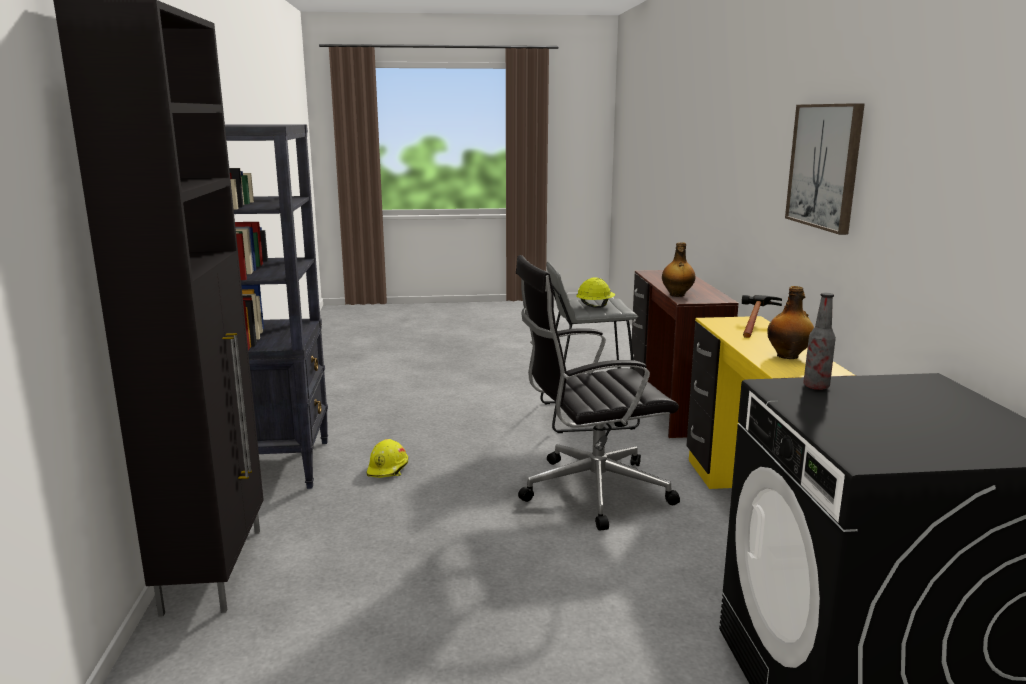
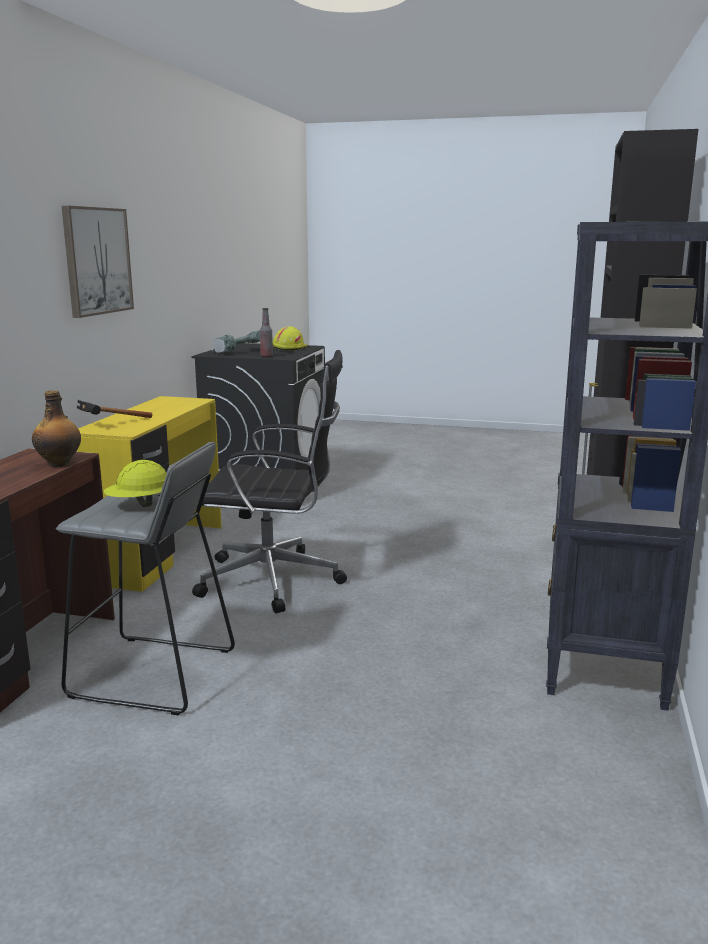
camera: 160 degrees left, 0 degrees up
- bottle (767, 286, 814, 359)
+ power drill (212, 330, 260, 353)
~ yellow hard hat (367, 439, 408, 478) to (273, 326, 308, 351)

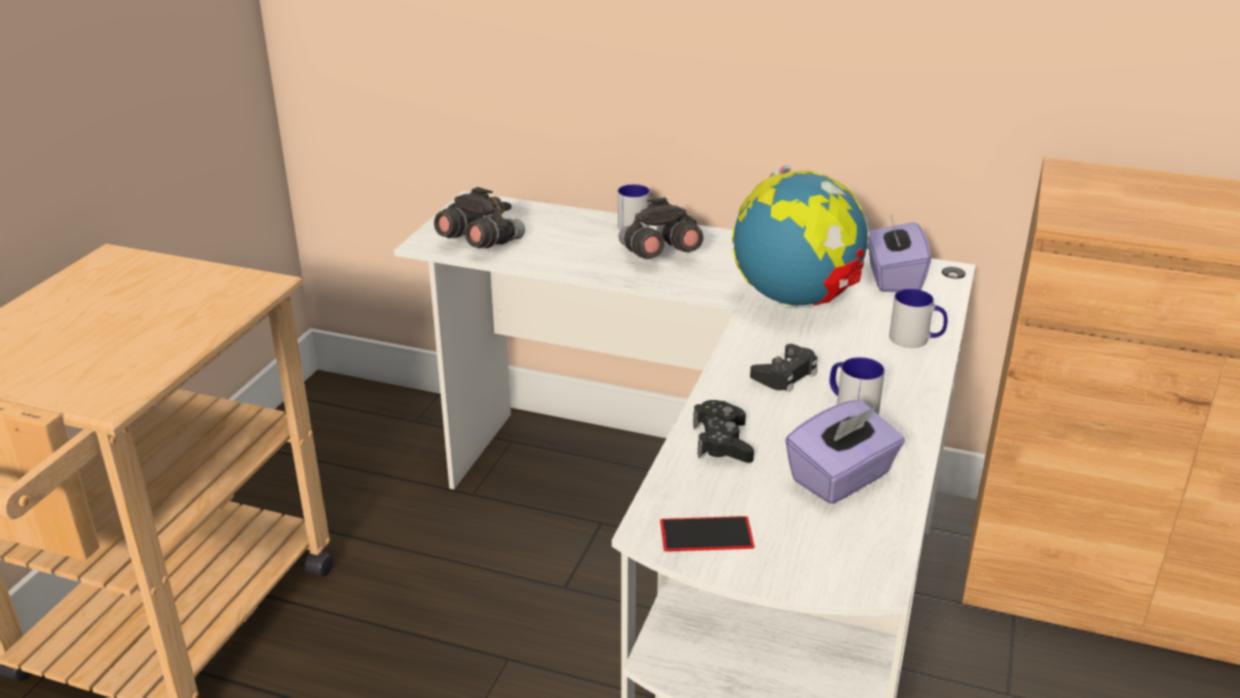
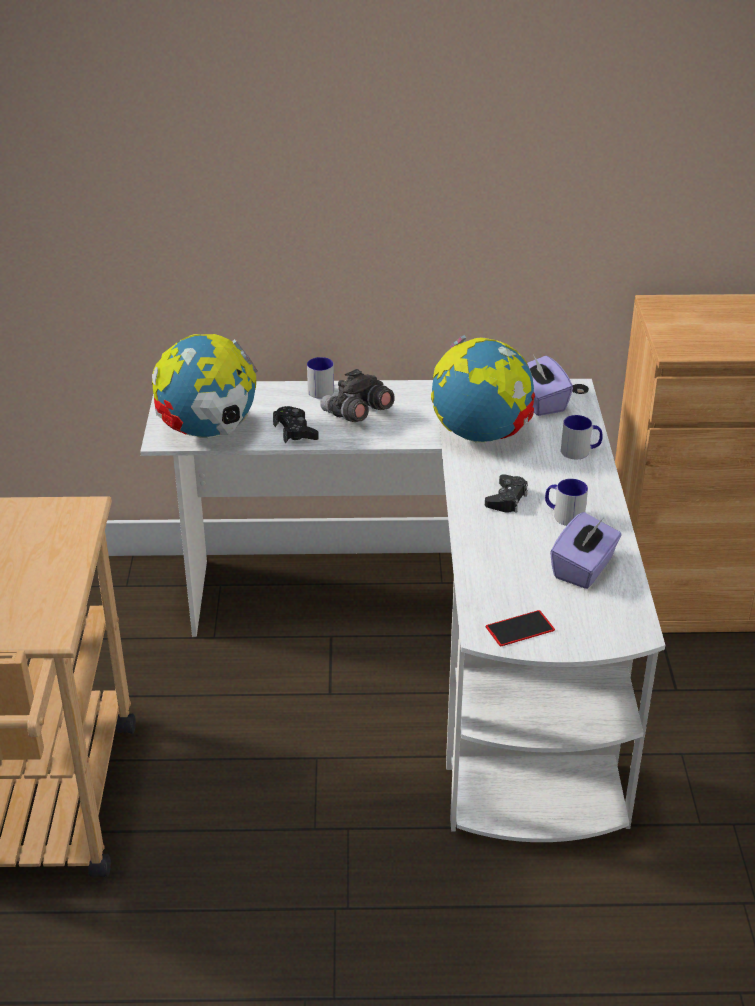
camera: 20 degrees left, 5 degrees up
~ black game controller (693, 400, 754, 463) to (273, 406, 319, 444)
~ grey binoculars (434, 187, 525, 248) to globe (152, 334, 258, 438)

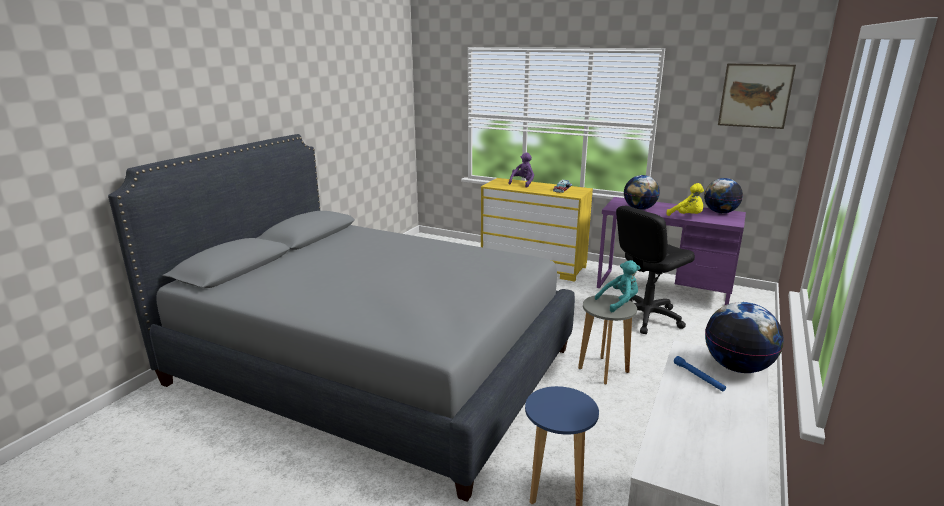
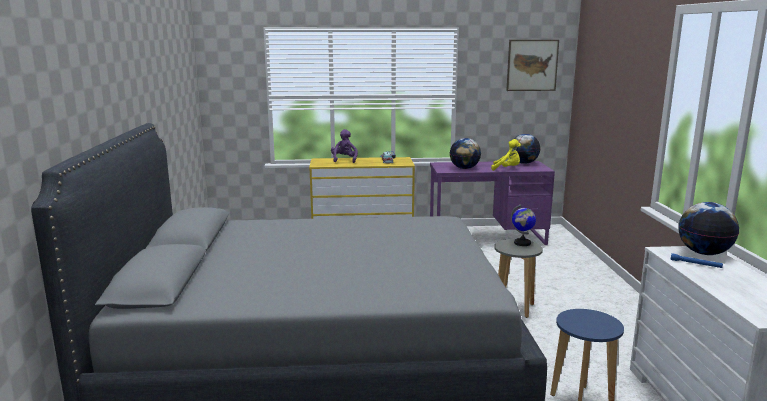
camera: 30 degrees left, 5 degrees down
- black office chair (616, 206, 695, 334)
~ turquoise plush toy (595, 260, 640, 312) to globe (511, 204, 536, 246)

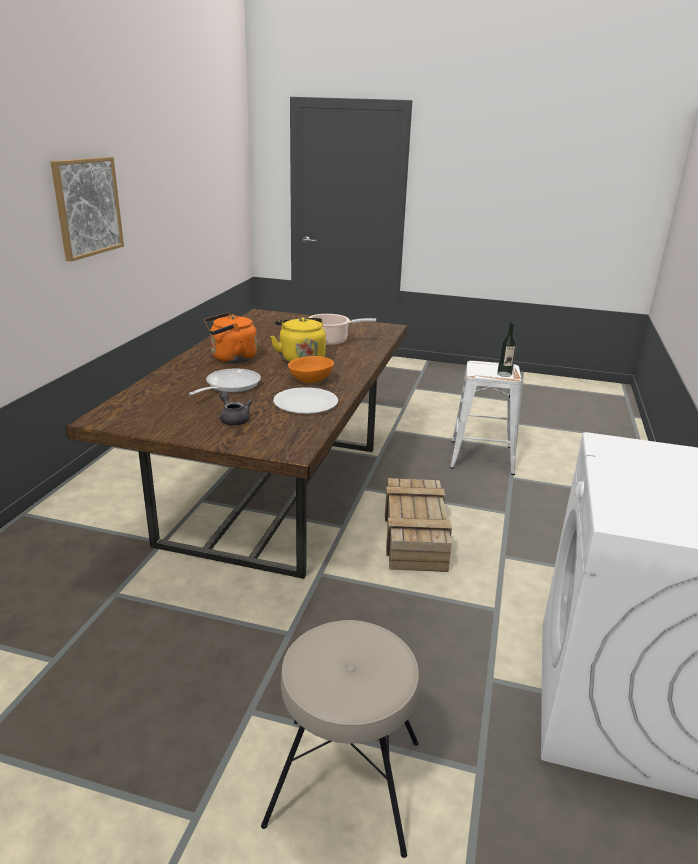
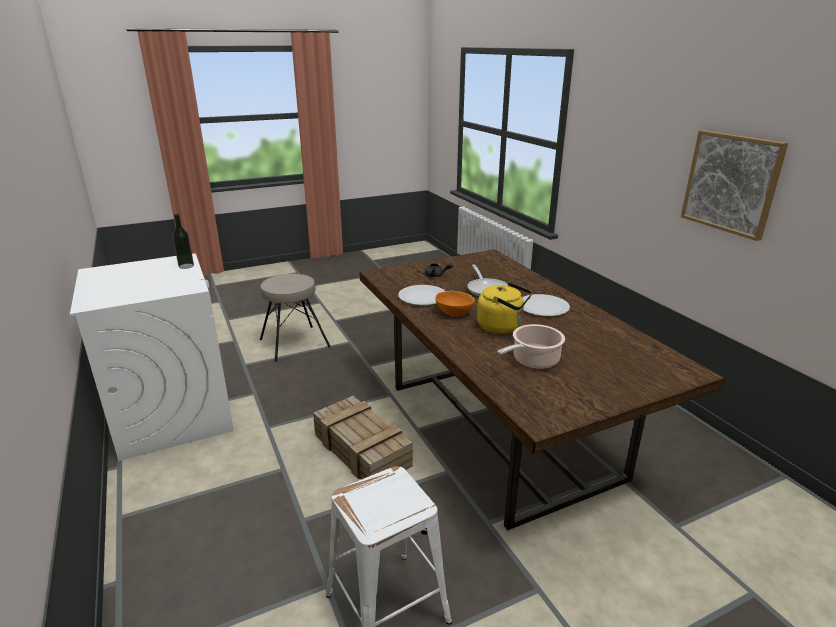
camera: 140 degrees right, 0 degrees up
~ bottle (497, 322, 516, 377) to (173, 214, 194, 269)
~ orange kettle (204, 312, 257, 363) to white plate (522, 294, 570, 316)

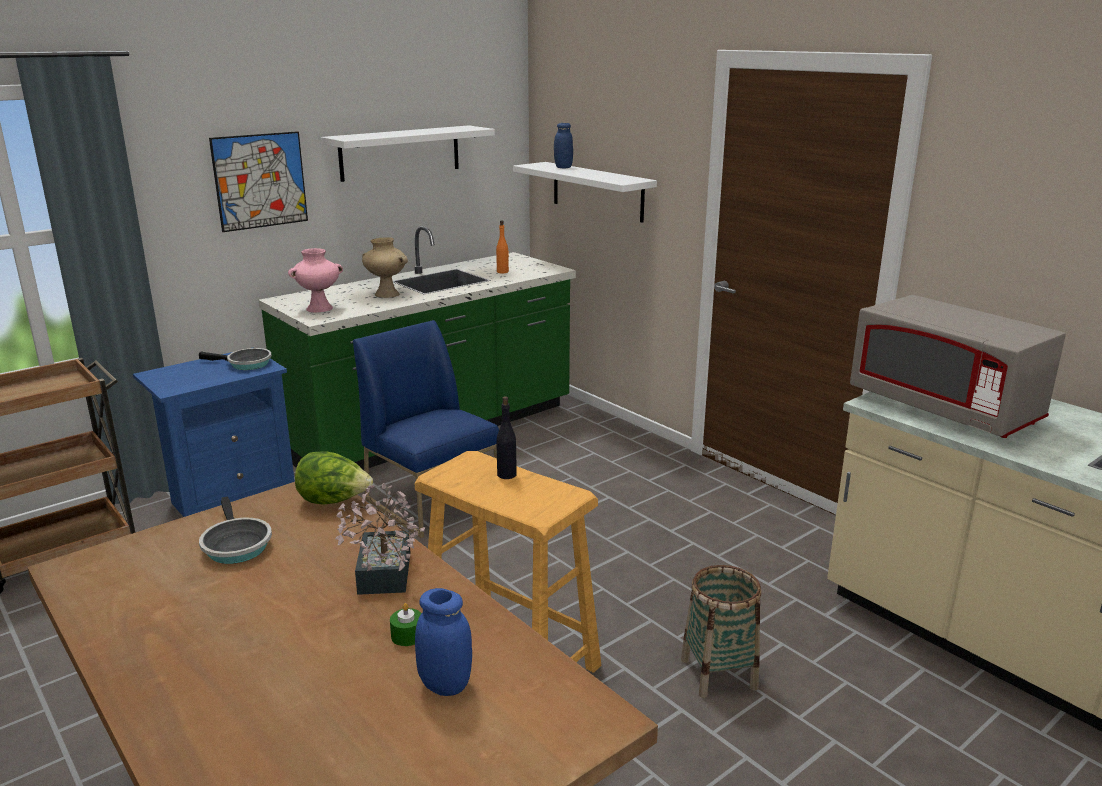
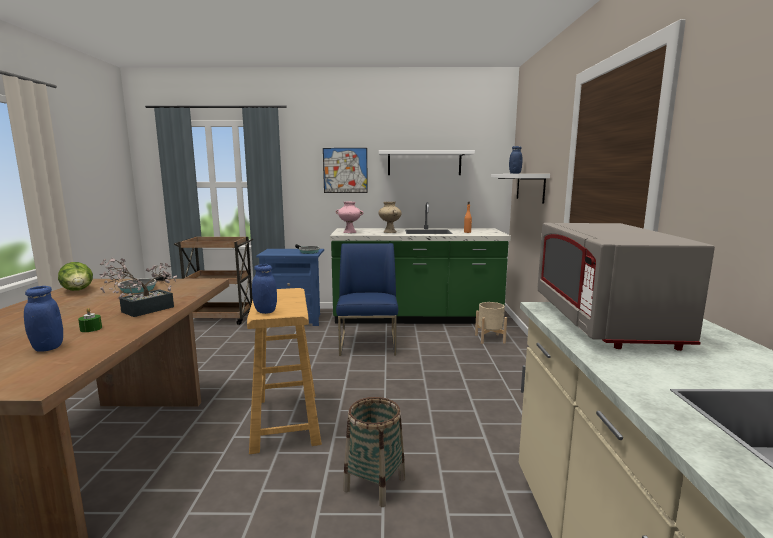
camera: 40 degrees right, 10 degrees down
- black bottle (496, 396, 517, 479)
+ blue jar (252, 264, 277, 314)
+ beige planter (475, 302, 507, 344)
~ lettuce (295, 451, 373, 505) to (58, 262, 93, 291)

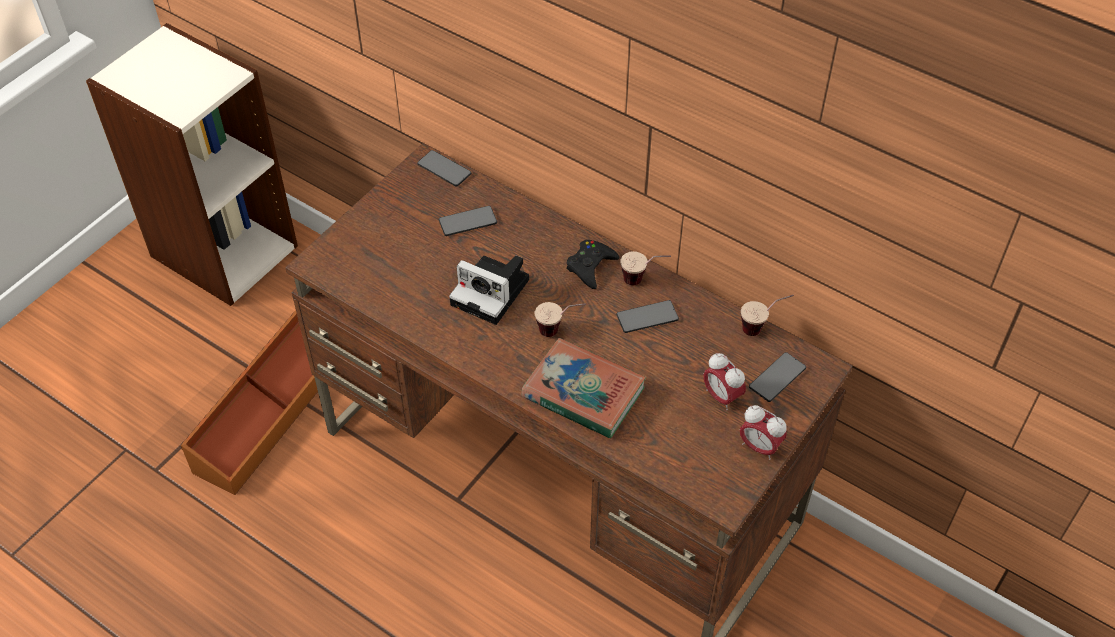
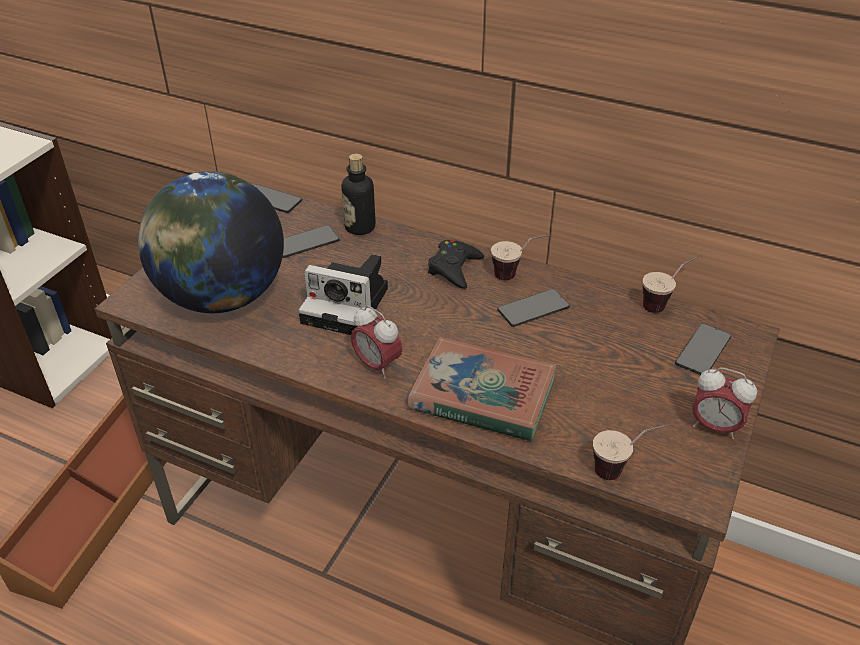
camera: 10 degrees left, 10 degrees down
+ globe (138, 171, 284, 313)
+ bottle (341, 153, 375, 235)
~ cup (535, 302, 586, 337) to (593, 424, 671, 480)
~ alarm clock (703, 353, 746, 410) to (351, 305, 402, 378)

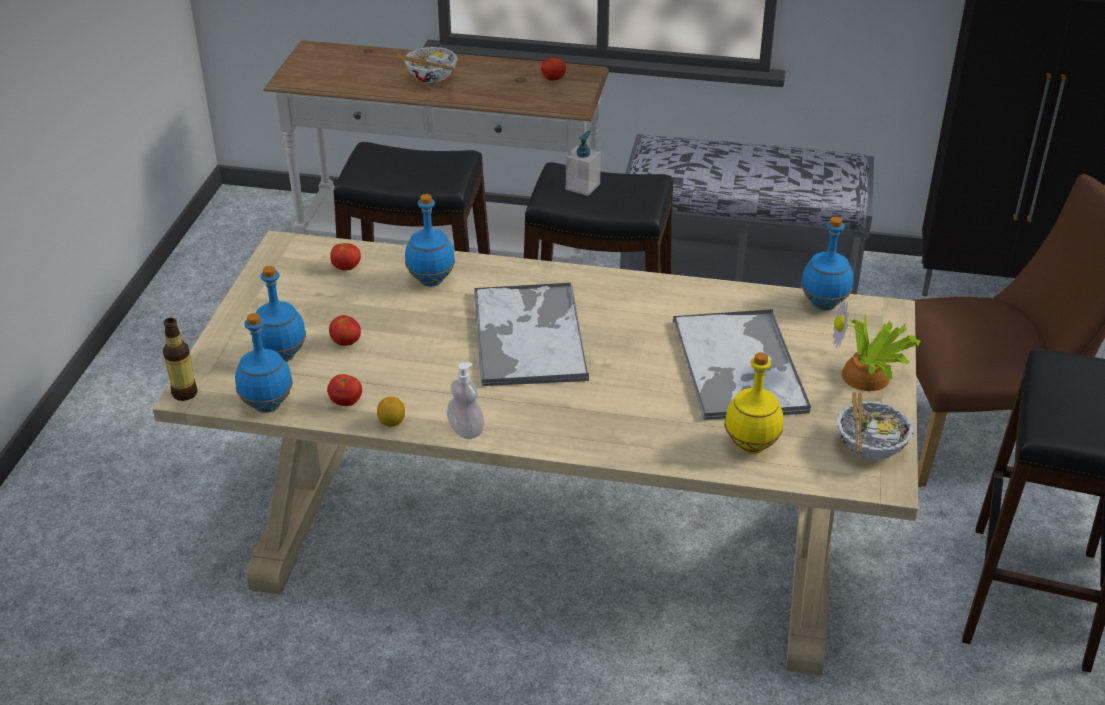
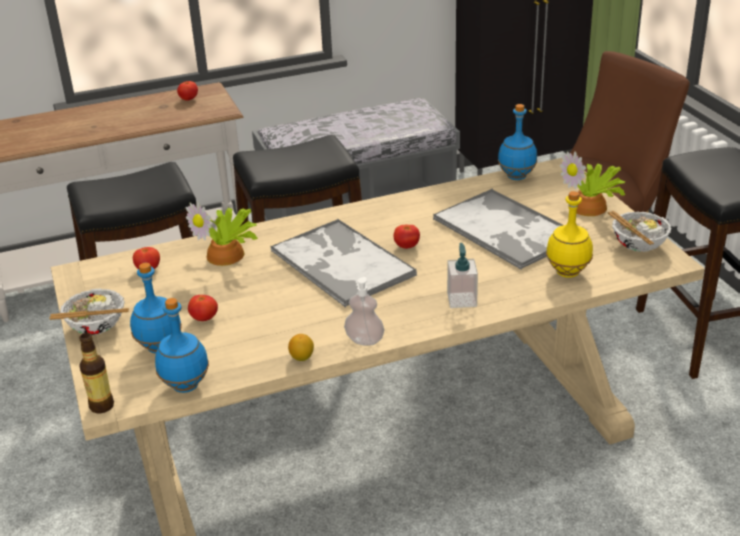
camera: 30 degrees left, 5 degrees down
~ tomato (327, 374, 362, 406) to (394, 225, 420, 249)
~ bowl (394, 47, 458, 83) to (49, 288, 129, 335)
~ soap dispenser (566, 131, 601, 196) to (447, 243, 478, 308)
~ blue bottle (405, 194, 455, 287) to potted plant (186, 201, 258, 266)

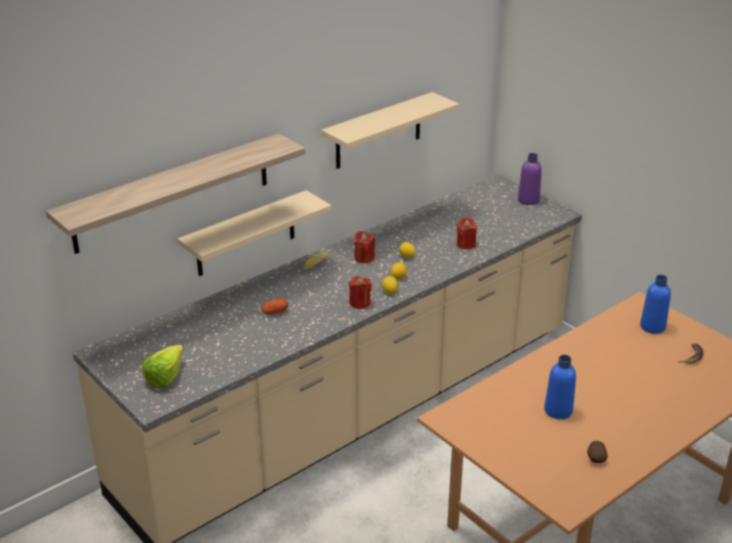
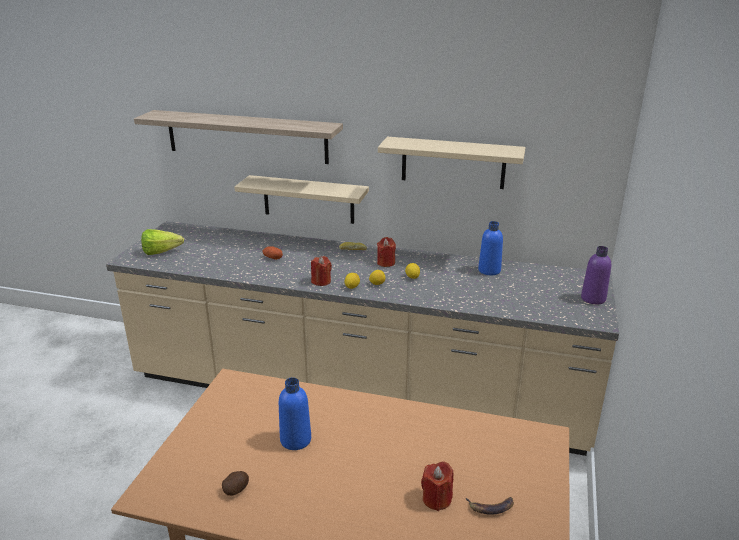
camera: 55 degrees right, 5 degrees down
~ red candle (457, 217, 477, 250) to (421, 462, 453, 511)
~ blue bottle (640, 275, 671, 334) to (478, 221, 503, 275)

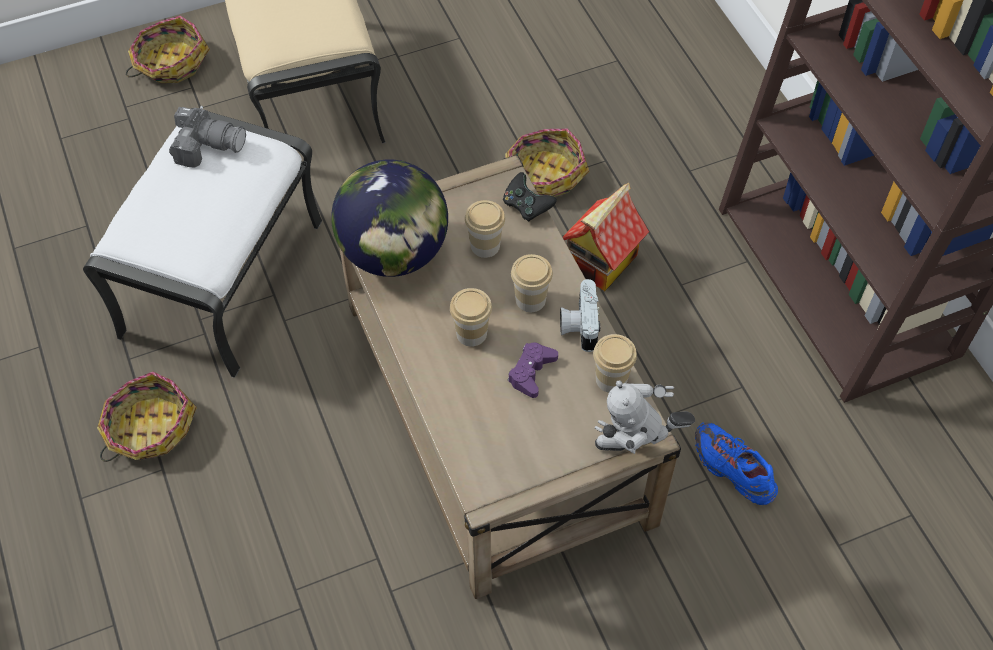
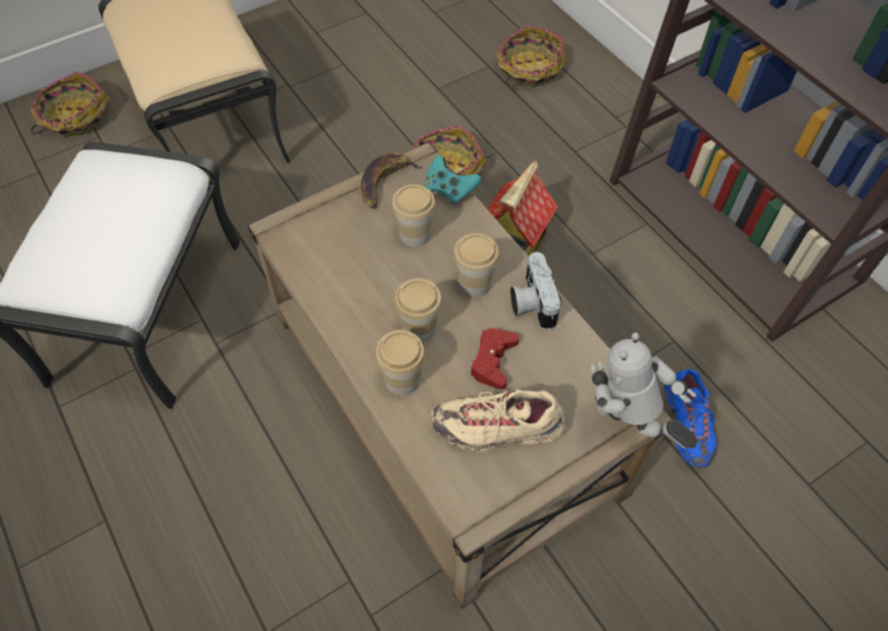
camera: 10 degrees left, 0 degrees up
- photo camera (169, 106, 246, 167)
- globe (331, 159, 448, 277)
+ banana (361, 152, 422, 209)
+ beige shoe (431, 390, 567, 452)
~ basket (97, 372, 197, 462) to (496, 25, 566, 87)
~ cup (593, 334, 637, 393) to (375, 330, 425, 396)
~ black game controller (503, 172, 557, 222) to turquoise game controller (425, 155, 481, 205)
~ purple game controller (508, 343, 558, 398) to red game controller (469, 328, 519, 390)
~ toy robot (595, 380, 695, 454) = (591, 332, 697, 448) 60 degrees clockwise
~ blue shoe (695, 422, 778, 505) = (664, 369, 717, 467) 135 degrees counterclockwise

